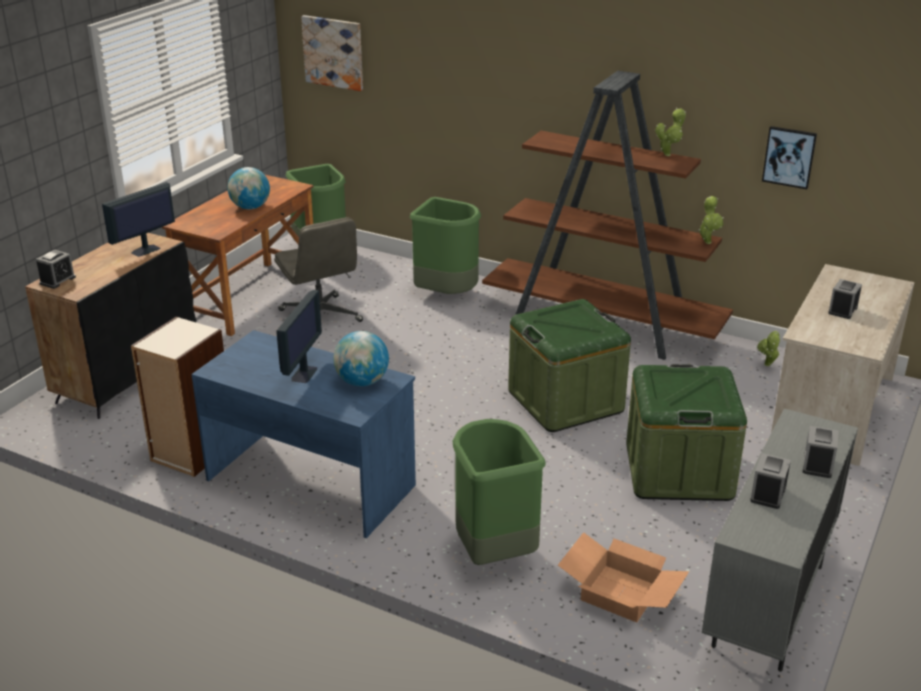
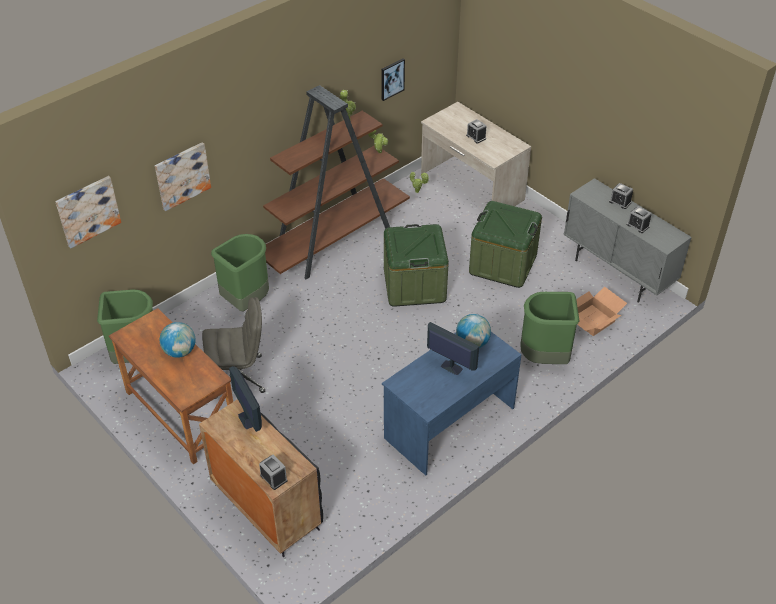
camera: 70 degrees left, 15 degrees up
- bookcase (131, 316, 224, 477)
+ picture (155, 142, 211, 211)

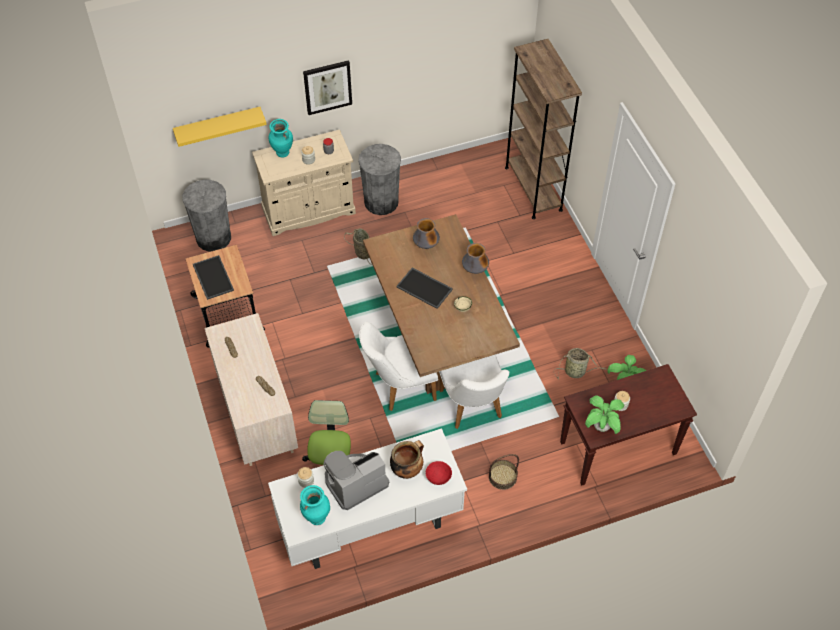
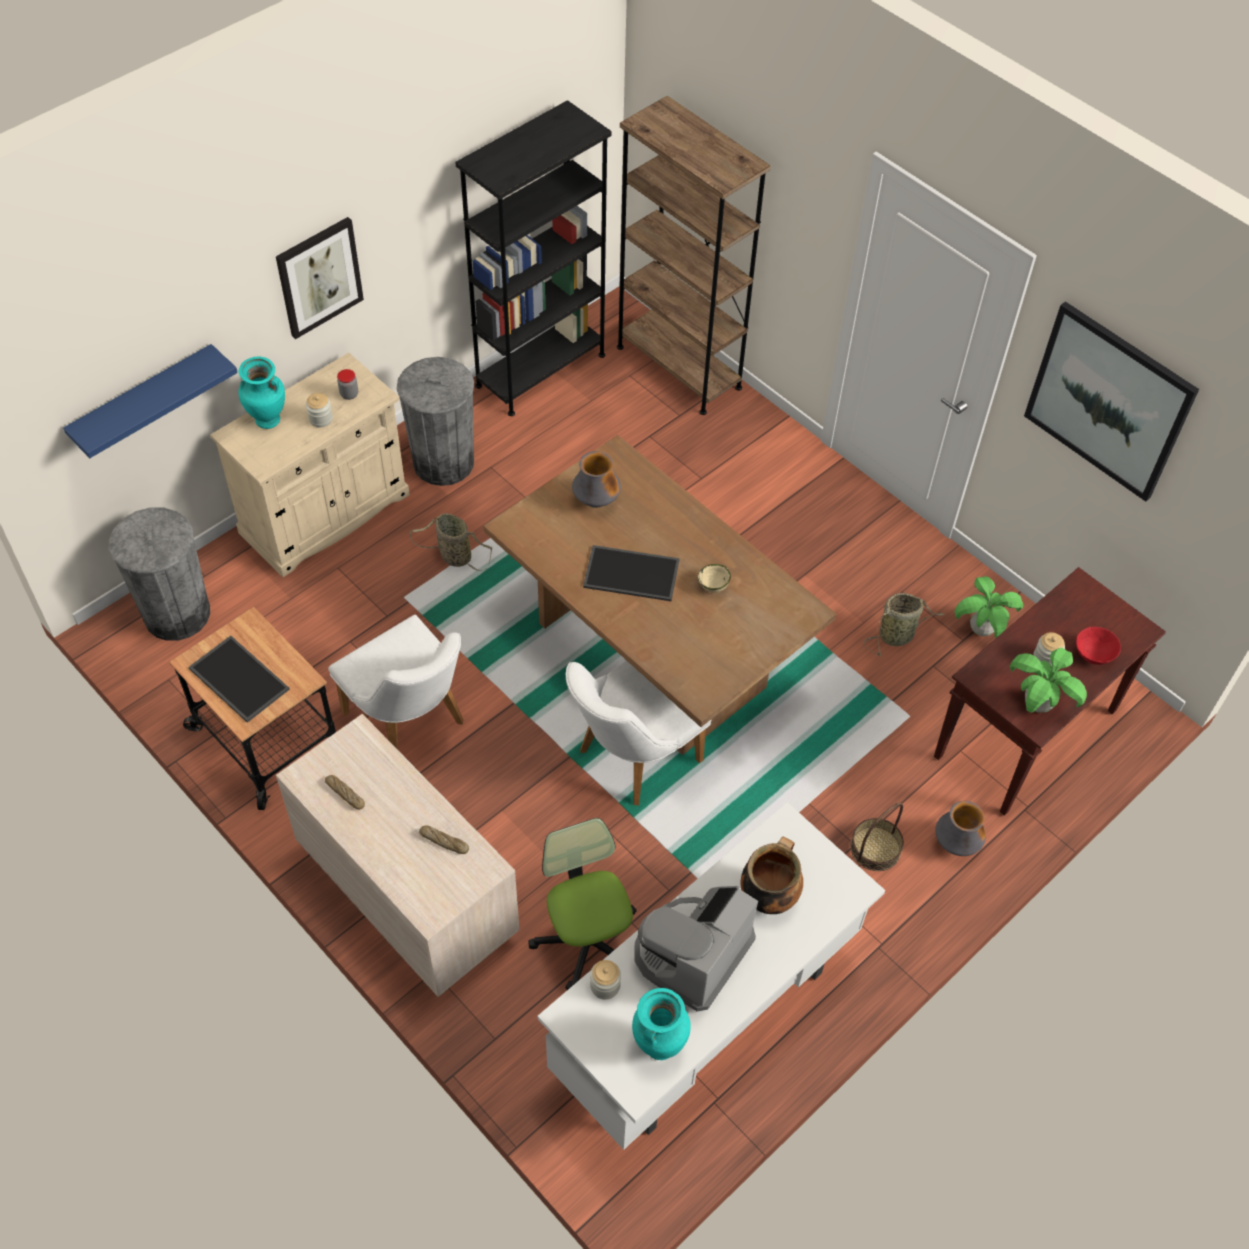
camera: 25 degrees left, 0 degrees up
+ black bookcase (455, 100, 612, 416)
+ picture (1024, 302, 1199, 502)
~ red bowl (426, 461, 452, 485) to (1076, 627, 1121, 665)
~ white chair (439, 354, 509, 429) to (328, 615, 463, 750)
~ vase (462, 243, 489, 274) to (935, 801, 986, 856)
~ yellow shelf (173, 107, 267, 147) to blue shelf (63, 344, 238, 458)

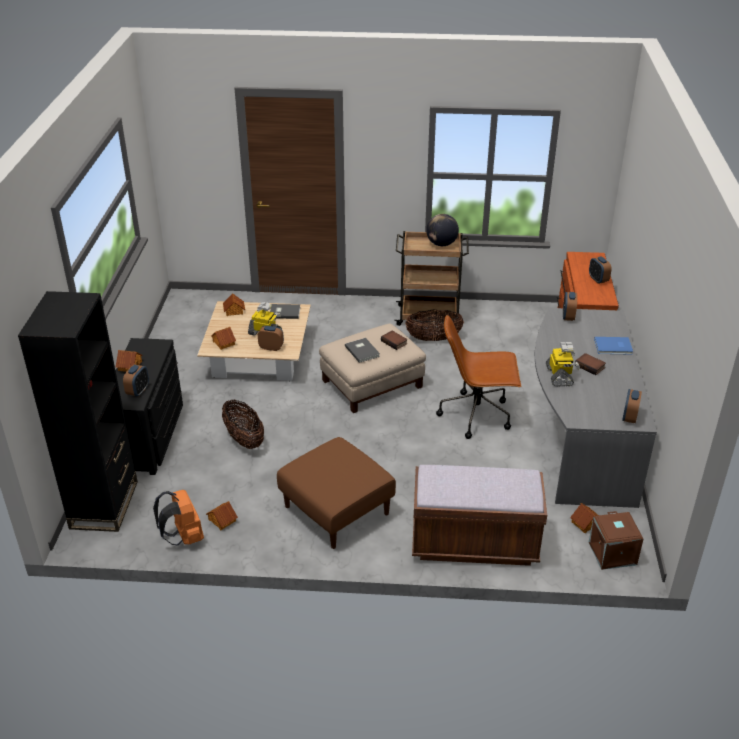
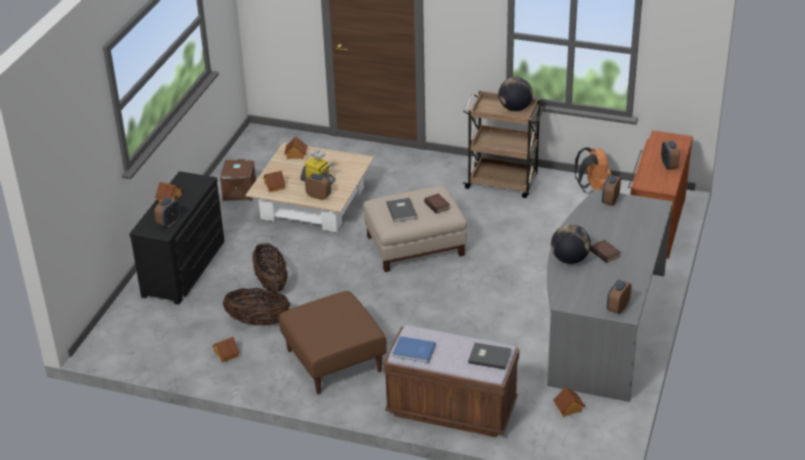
camera: 15 degrees right, 0 degrees up
- black bookcase (18, 291, 138, 532)
- brown office chair (436, 315, 521, 439)
~ orange backpack (153, 490, 204, 546) to (575, 147, 611, 194)
~ grey book (270, 304, 300, 319) to (468, 343, 511, 369)
~ basket (405, 310, 464, 341) to (223, 288, 290, 325)
~ brown storage box (589, 511, 643, 570) to (220, 159, 256, 202)
~ blue book (594, 337, 633, 355) to (392, 336, 436, 363)
~ toy robot (546, 342, 580, 386) to globe (551, 224, 591, 264)

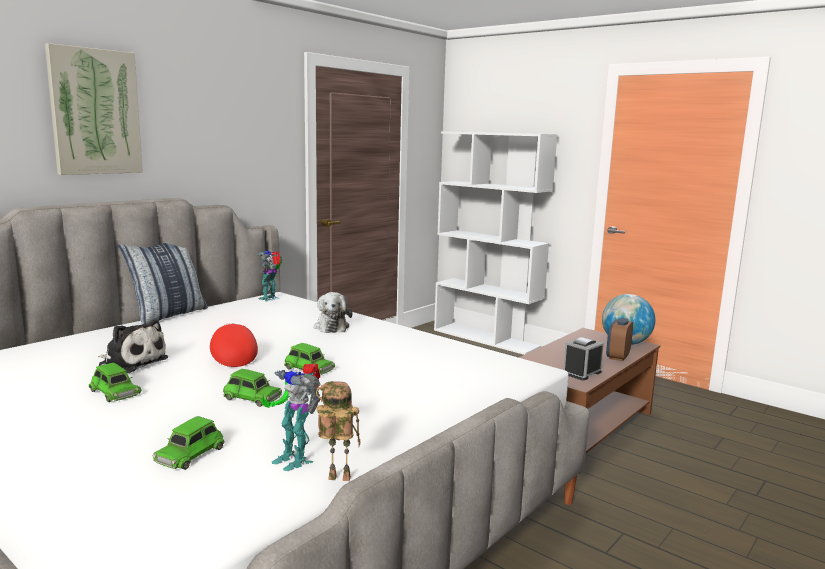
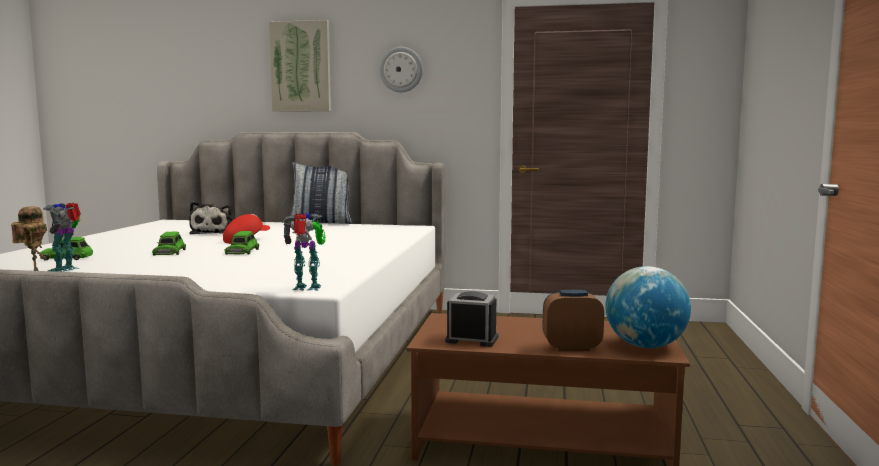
camera: 60 degrees right, 5 degrees down
- green toy car (89, 363, 141, 402)
- plush toy (314, 292, 352, 333)
- white bookcase (434, 131, 557, 355)
+ wall clock (379, 47, 423, 92)
~ toy robot (257, 250, 282, 301) to (283, 213, 326, 291)

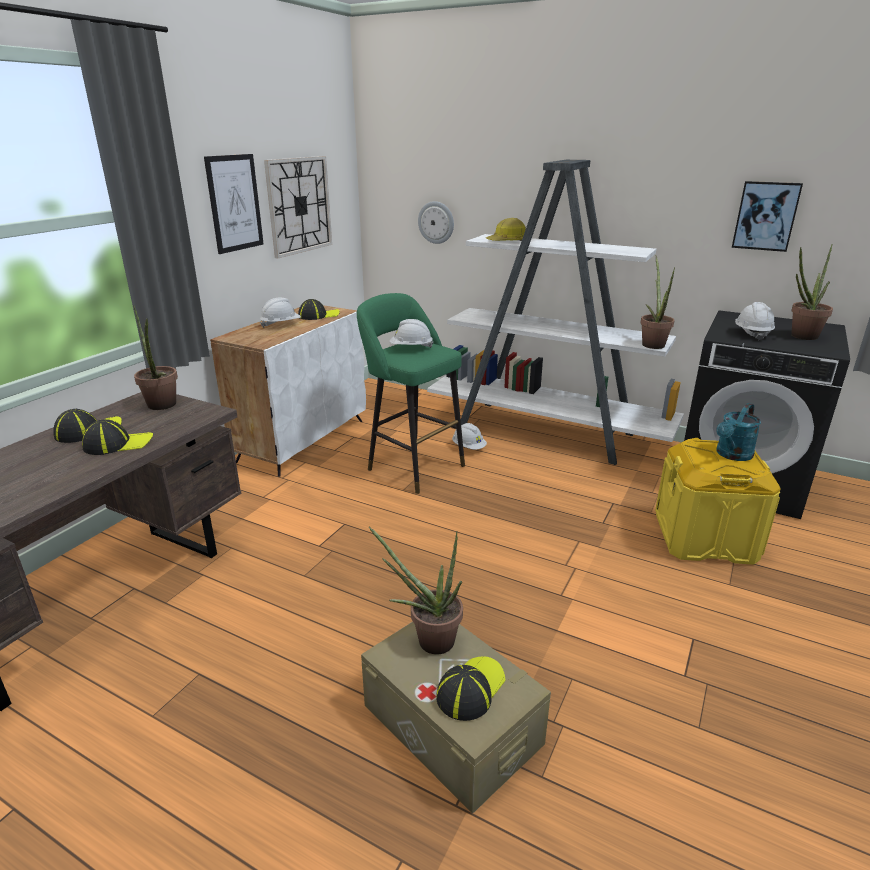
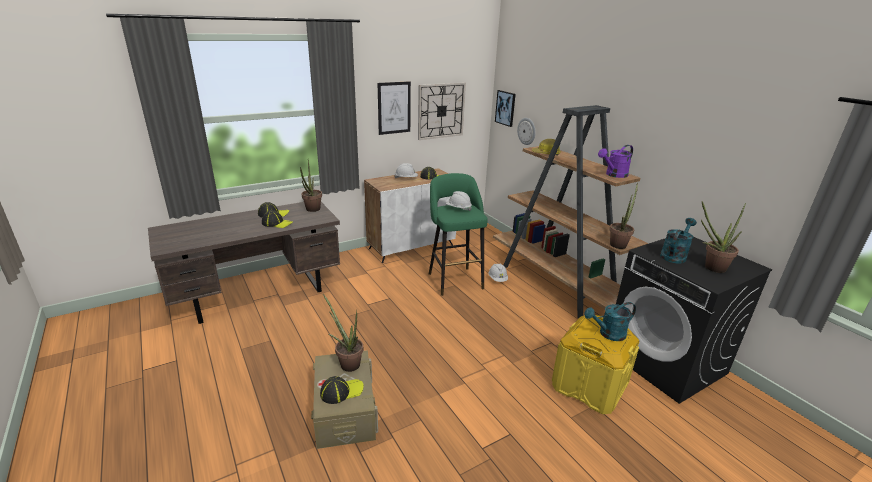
camera: 30 degrees right, 0 degrees up
+ purple watering can (598, 145, 633, 178)
~ picture (732, 181, 803, 252) to (495, 90, 516, 127)
~ white hard hat (735, 302, 775, 340) to turquoise watering can (660, 218, 697, 263)
~ white bookcase (427, 160, 684, 465) to brown bookcase (493, 105, 648, 318)

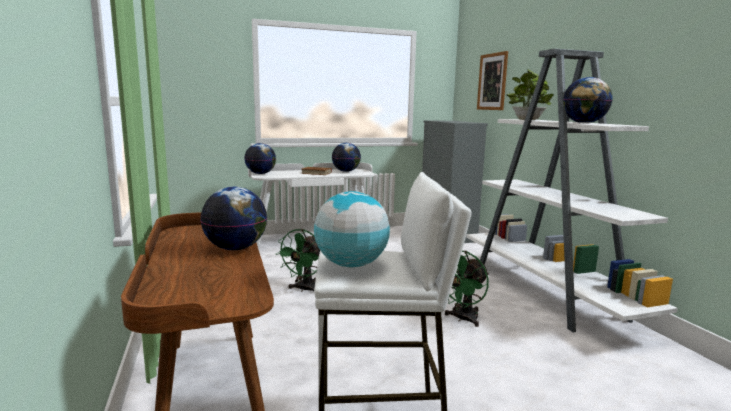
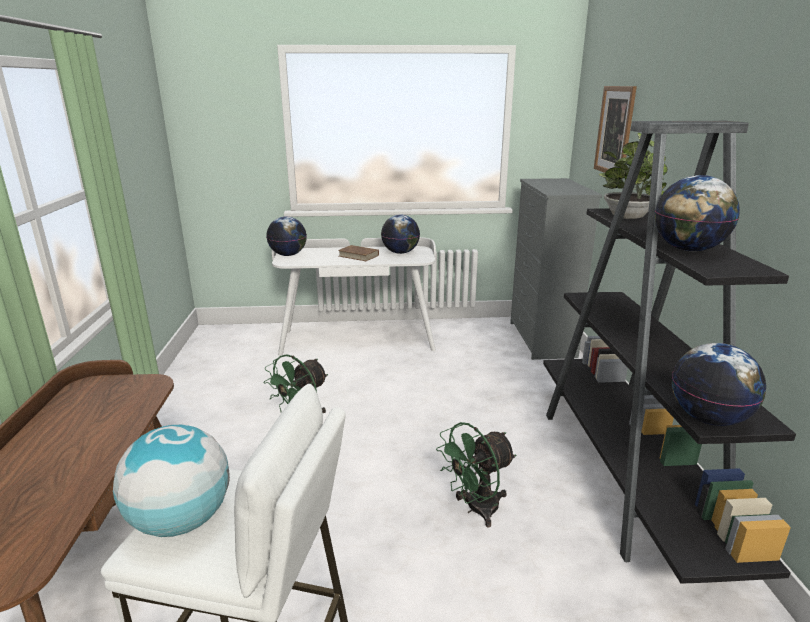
camera: 15 degrees right, 10 degrees up
~ globe (200, 187, 267, 250) to (672, 343, 766, 426)
~ white bookcase (466, 49, 678, 332) to black bookcase (543, 121, 796, 584)

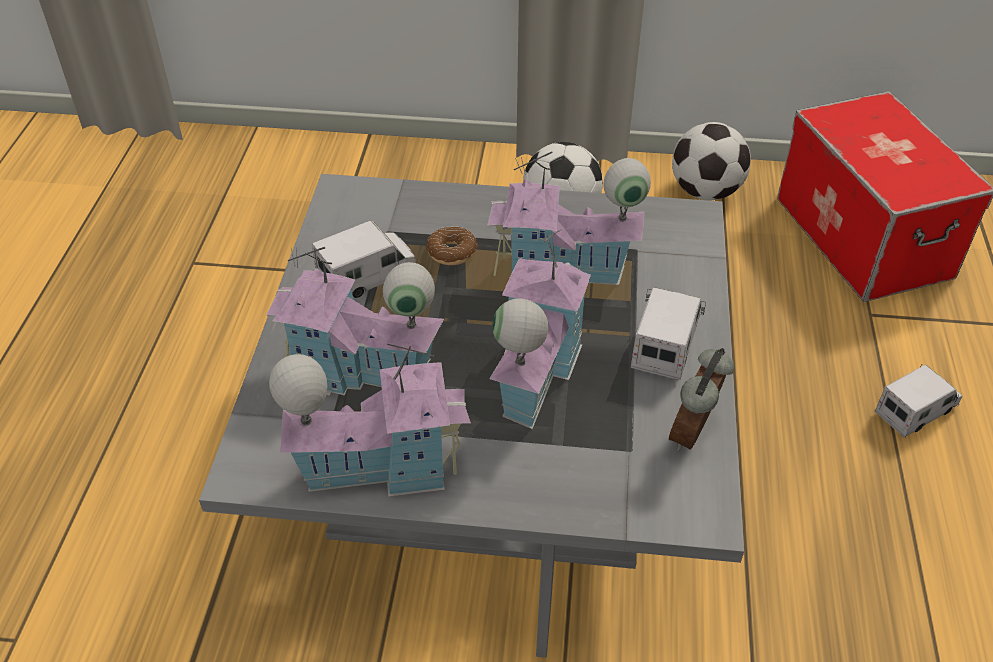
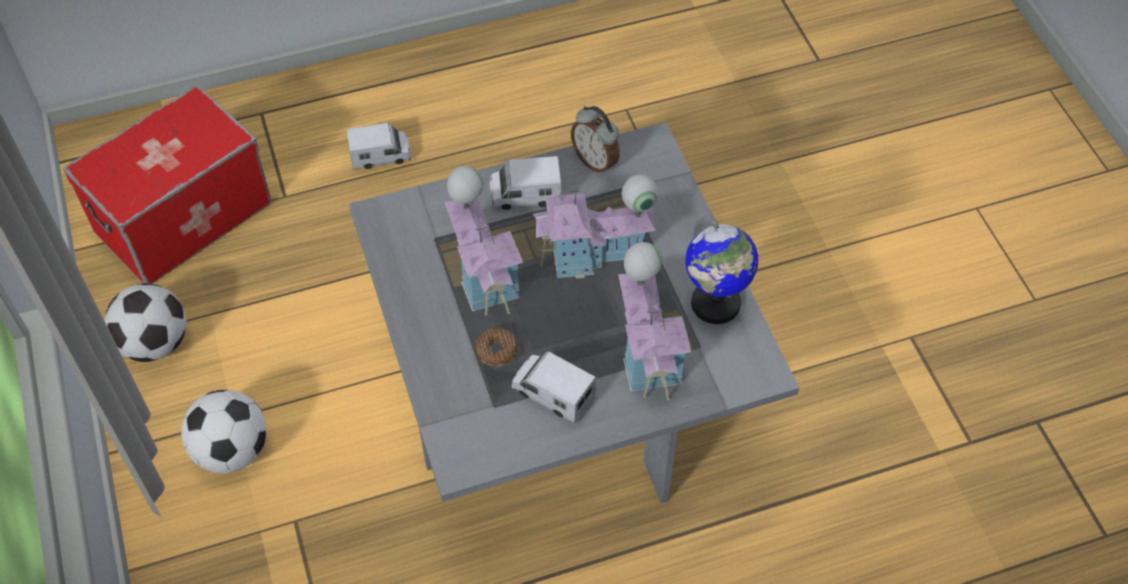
camera: 115 degrees left, 10 degrees up
~ toy house (269, 343, 471, 497) to globe (685, 217, 758, 324)
~ alarm clock (669, 348, 734, 451) = (571, 106, 620, 174) 45 degrees clockwise
~ toy truck (875, 364, 962, 438) = (346, 123, 412, 170) 135 degrees clockwise

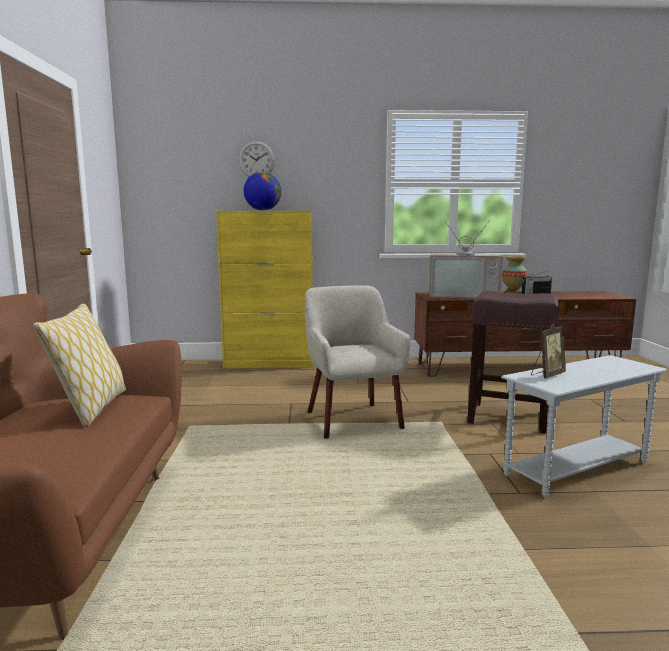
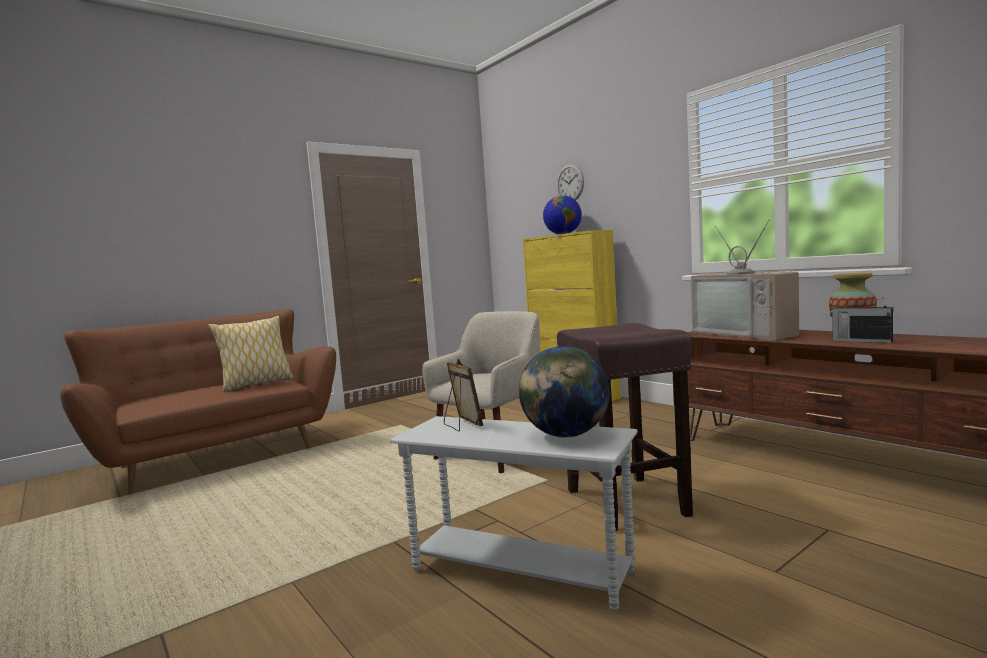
camera: 55 degrees right, 5 degrees down
+ globe (519, 346, 610, 438)
~ picture frame (531, 323, 566, 378) = (444, 359, 483, 431) 135 degrees counterclockwise

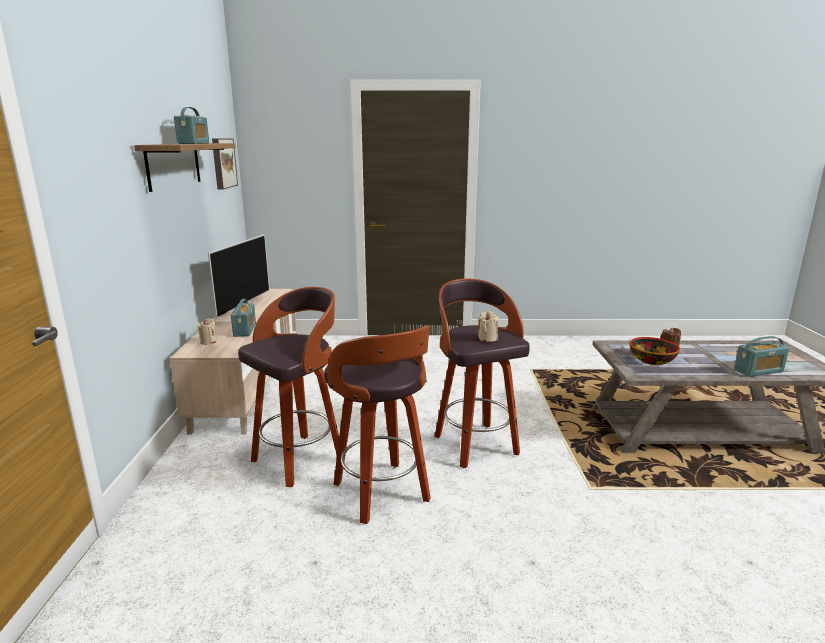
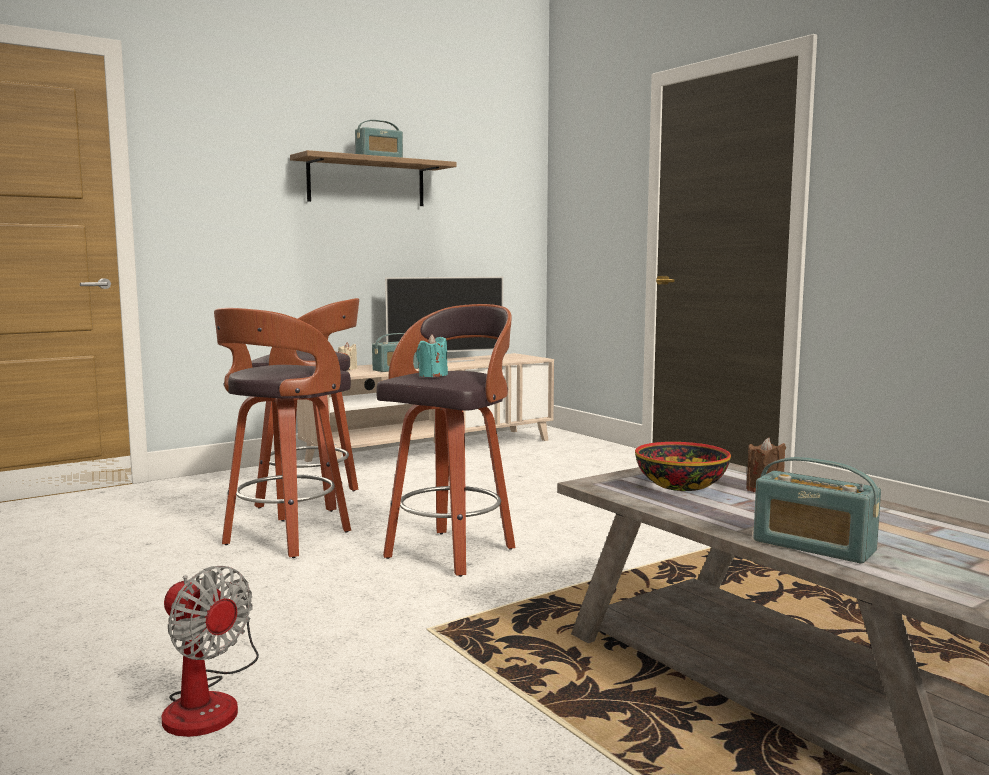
camera: 55 degrees right, 10 degrees down
- picture (212, 138, 238, 189)
+ fan (162, 566, 259, 737)
~ beige candle (478, 311, 498, 342) to turquoise candle (416, 335, 448, 377)

